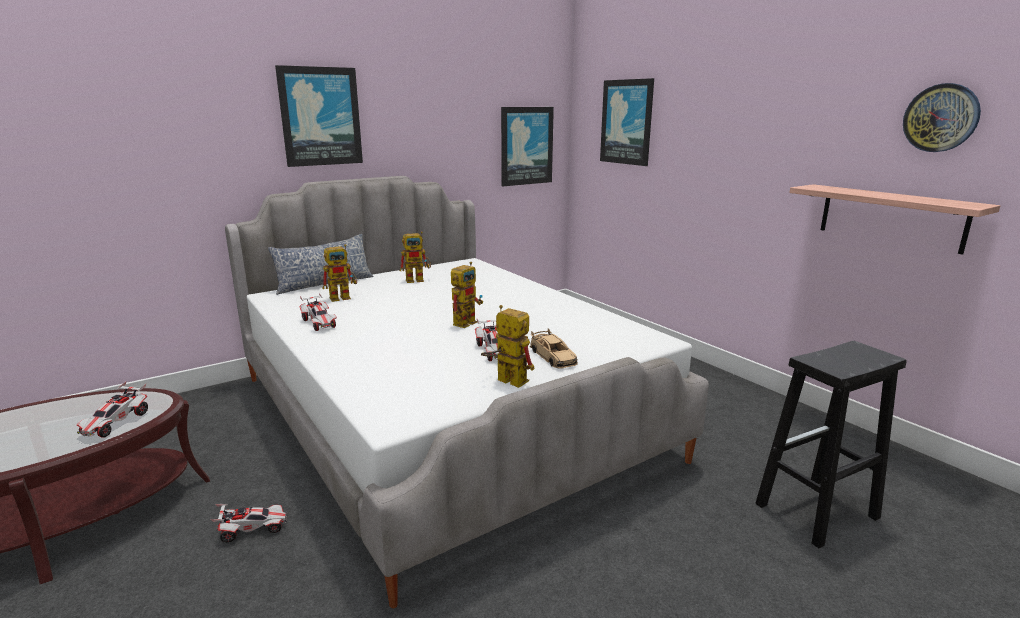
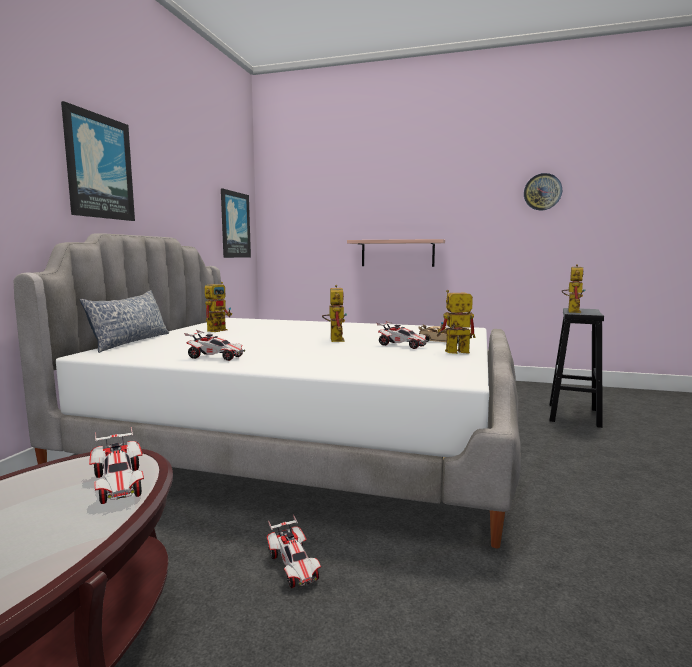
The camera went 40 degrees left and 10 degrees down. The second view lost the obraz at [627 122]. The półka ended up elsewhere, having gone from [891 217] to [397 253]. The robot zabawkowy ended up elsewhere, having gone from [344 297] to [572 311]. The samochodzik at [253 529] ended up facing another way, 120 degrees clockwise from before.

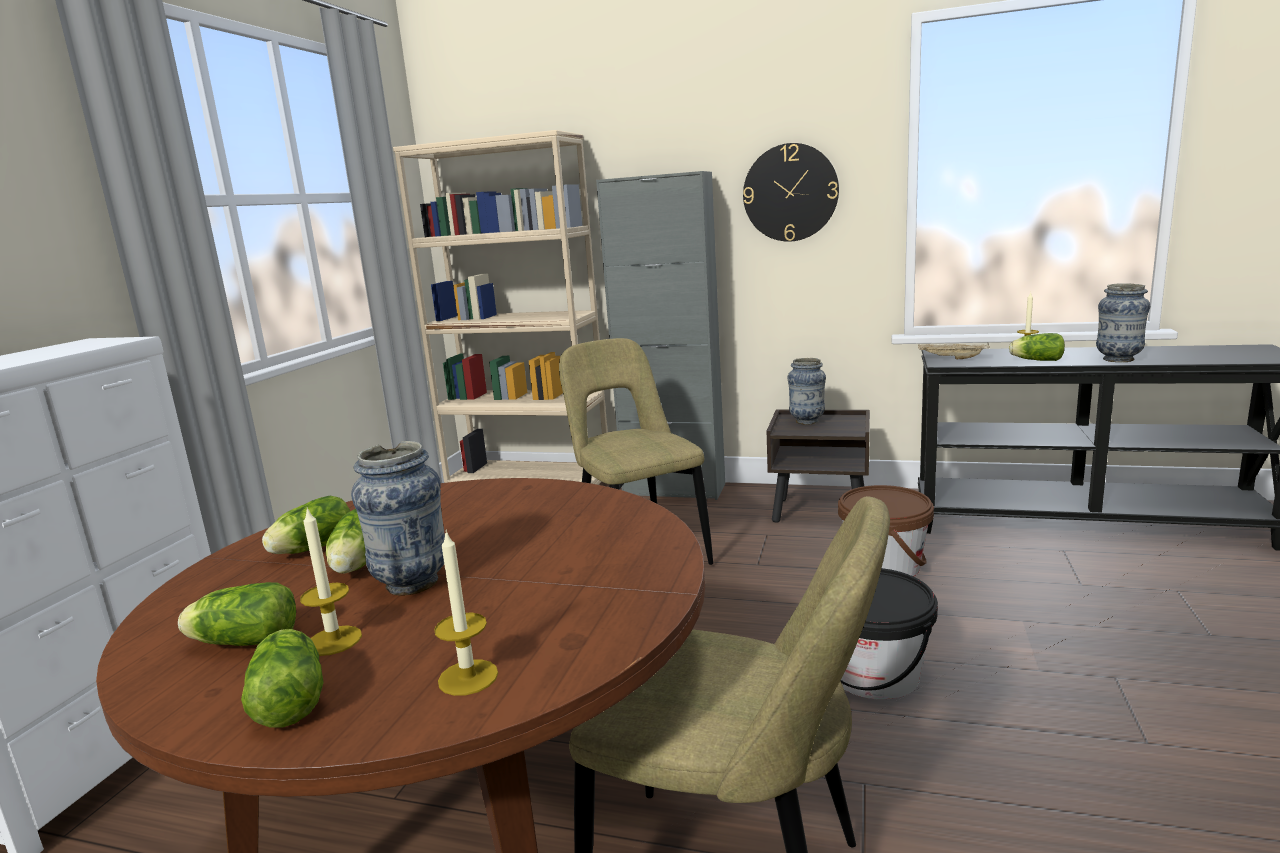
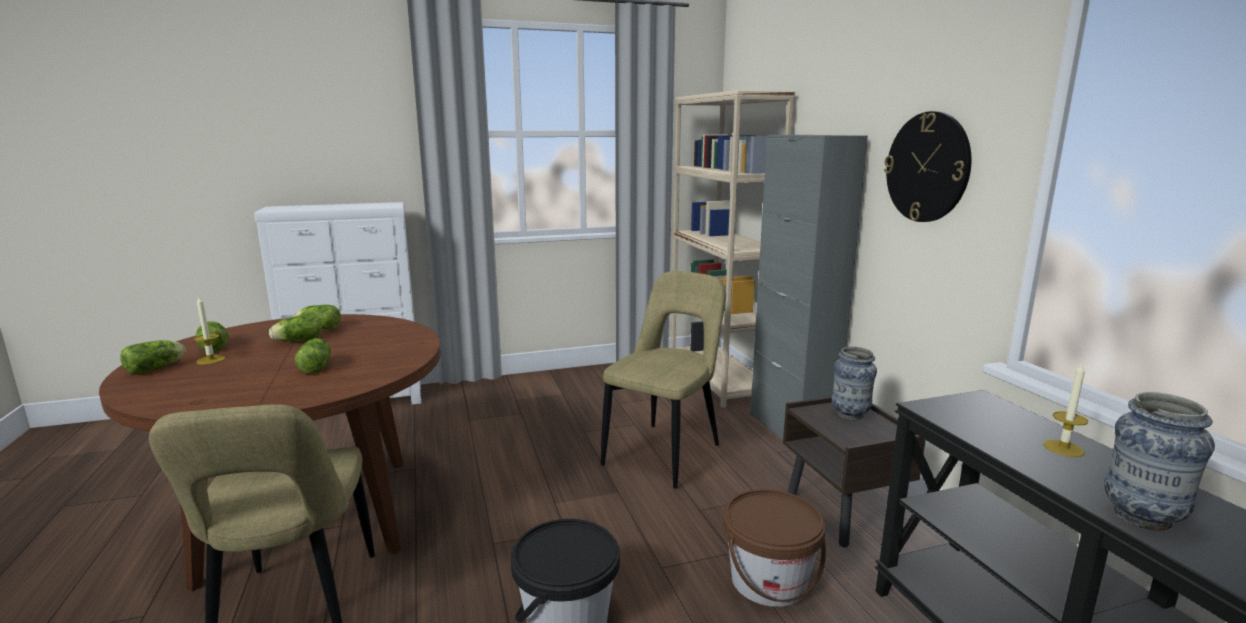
The camera went 55 degrees right and 0 degrees up. The sałata ended up elsewhere, having gone from [1035 360] to [317 366]. The second view lost the taca (beżowy) at [951 358]. The second view lost the wazon at [412 583]. The second view lost the świeca at [468 677].

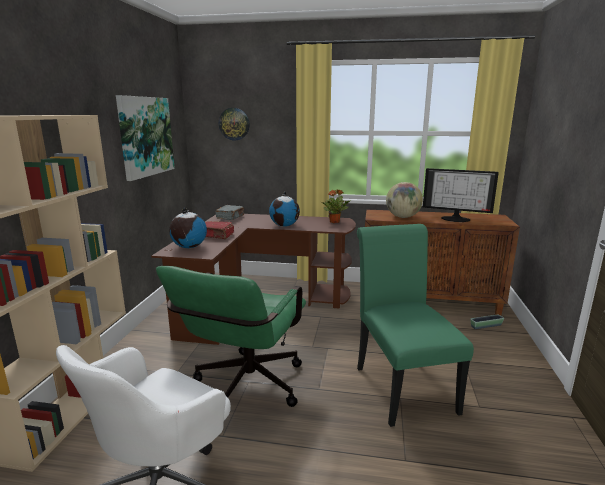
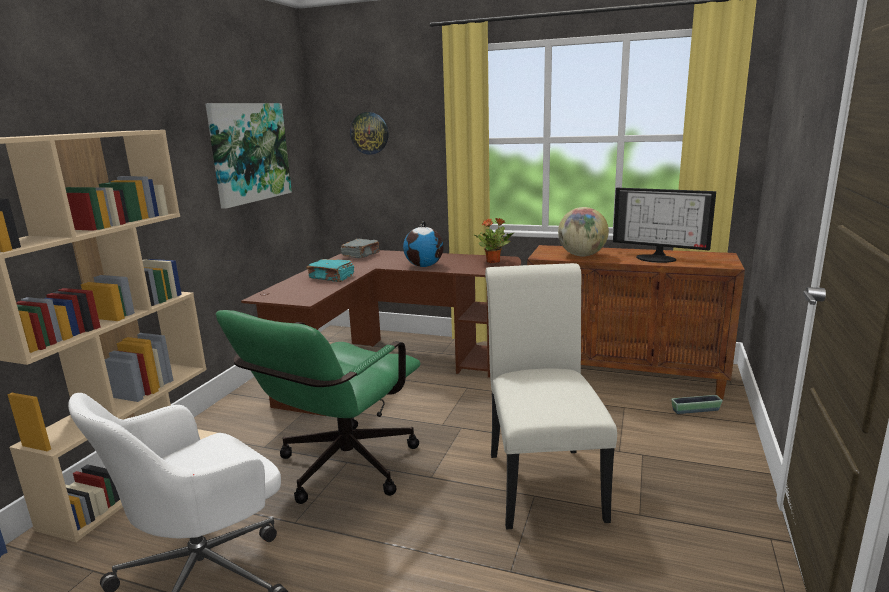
The camera went 10 degrees right and 0 degrees up. The second view lost the globus at [189 247]. What was the książka (czerwony) at [217 235] turned into the książka (turkusowy) at [332 277]. What was the krzesło (zielony) at [401 385] turned into the krzesło (biały) at [542 479].

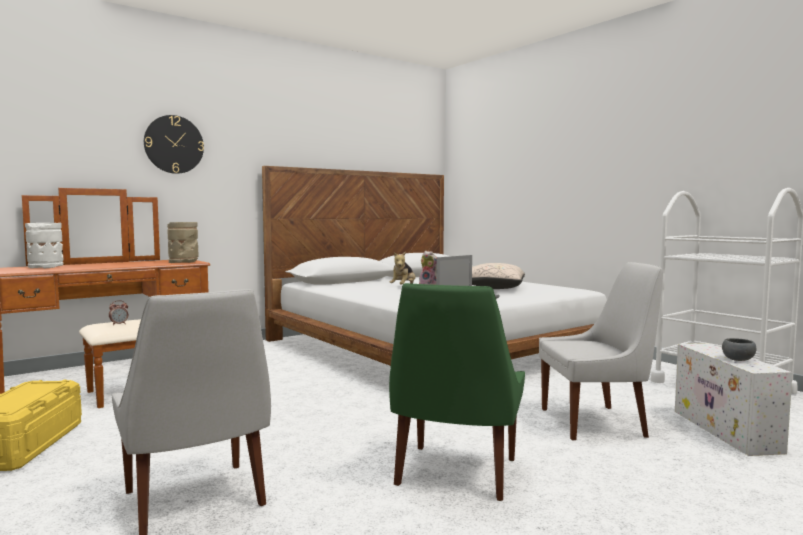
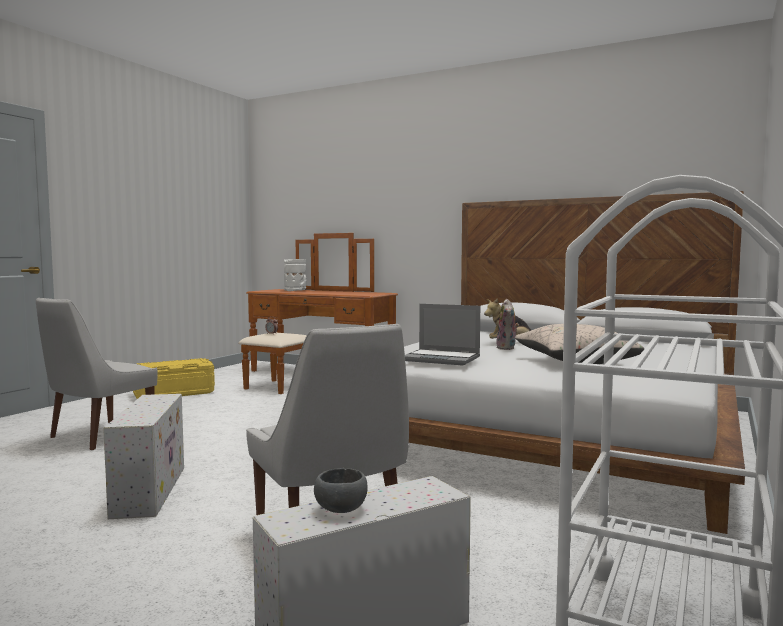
The camera went 65 degrees right and 0 degrees up. The second view lost the zegar ścienny at [174 144]. The second view lost the wazon (beżowy) at [184 262]. Where the krzesło (zielony) stood at [455 474], the pojemnik do przechowywania (biały) came to stand at [150 490].

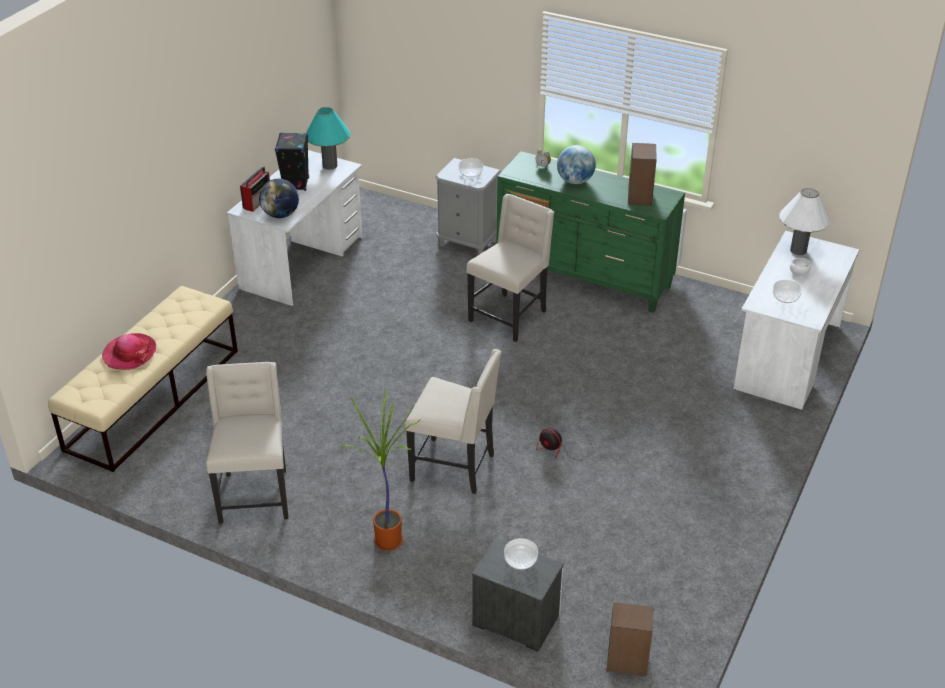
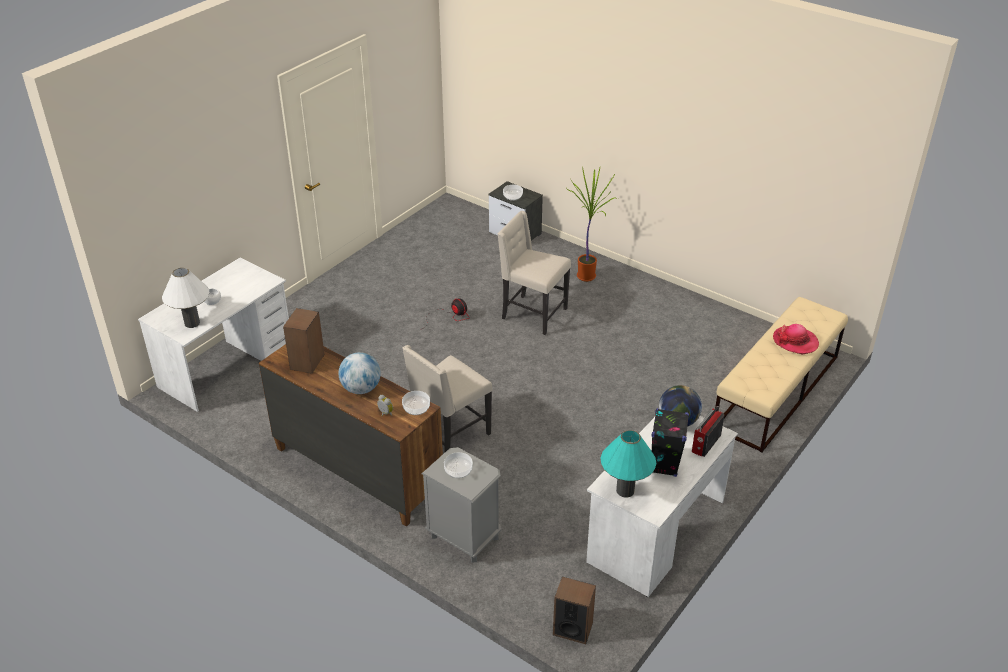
The camera went 170 degrees left and 0 degrees up. What was the komoda (zielony) at [584 278] turned into the komoda (brązowy) at [357 470]. The miska ended up elsewhere, having gone from [785 297] to [416 409]. The second view lost the krzesło (beżowy) at [255 495]. The głośnik ended up elsewhere, having gone from [627 661] to [572 628].

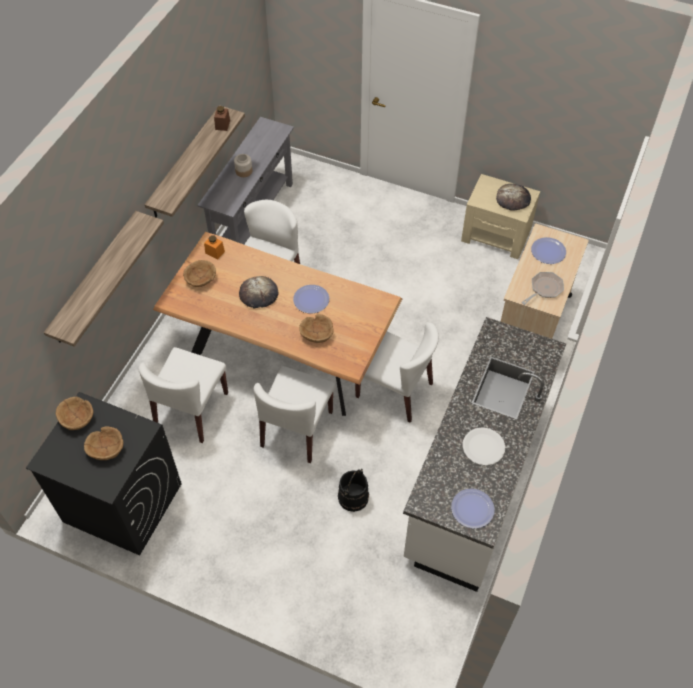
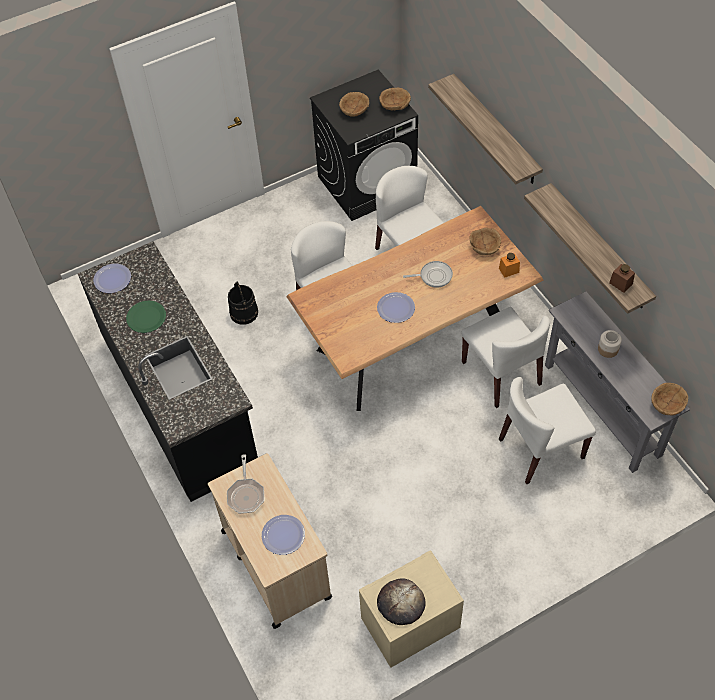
The camera went 130 degrees right and 0 degrees up. Where the chleb stood at [258 294], the patelnia came to stand at [433 276]. The miska (brązowy) ended up elsewhere, having gone from [317 334] to [667 404]. What was the zabudowa kuchenna (biały) at [475 478] turned into the zabudowa kuchenna (czarny) at [181 400]. The krzesło (biały) ended up elsewhere, having gone from [395 390] to [540 449]. What was the talerz (biały) at [483 447] turned into the talerz (zielony) at [146 317].

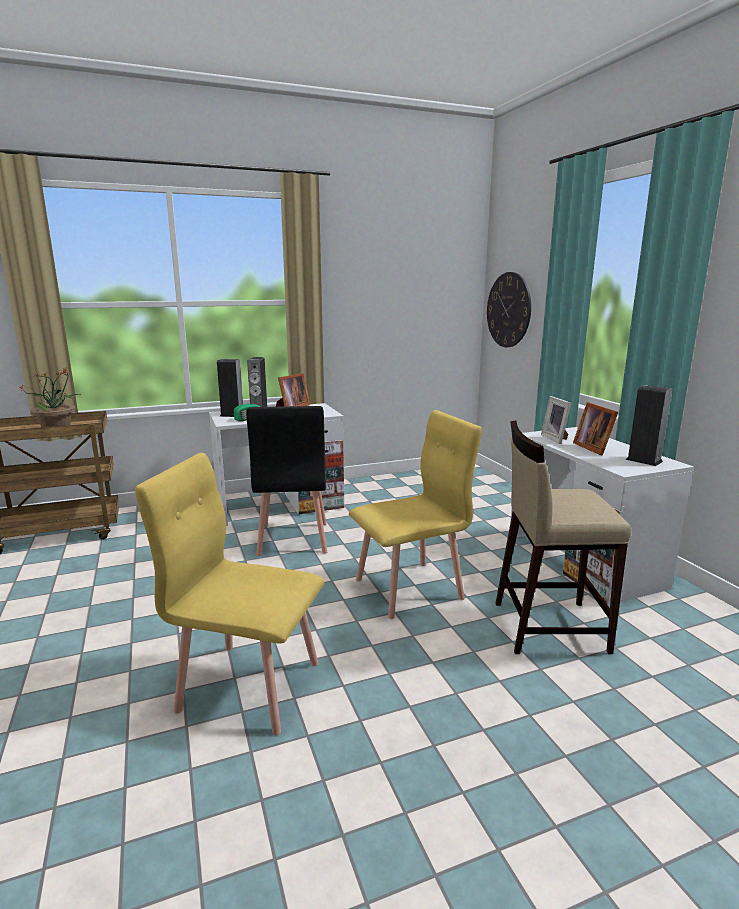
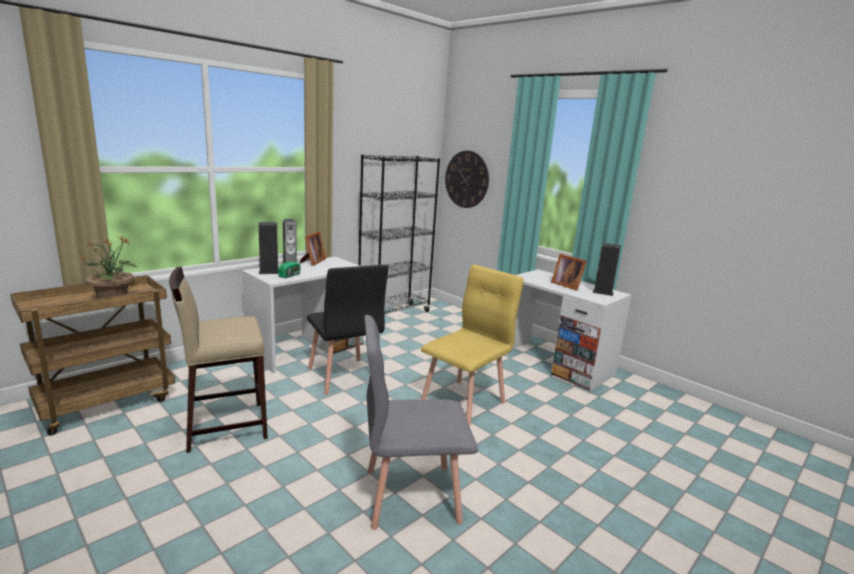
The camera went 25 degrees left and 0 degrees up. The second view lost the ramka na zdjęcie at [556 439]. The stołek (beżowy) ended up elsewhere, having gone from [548 626] to [225 426]. What was the krzesło (żółty) at [249 684] turned into the krzesło (szary) at [410 495]. The second view gained the regał (czarny) at [394 314].

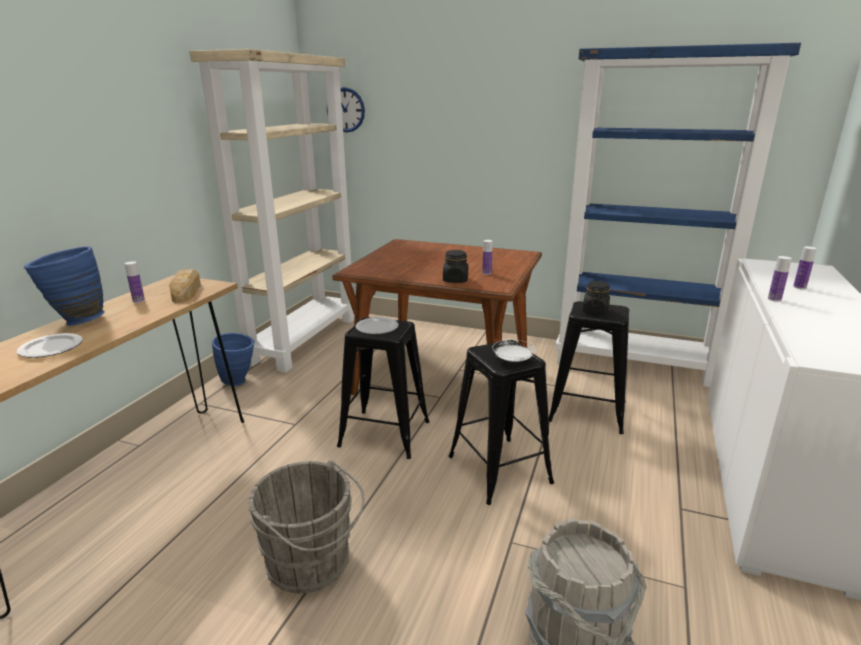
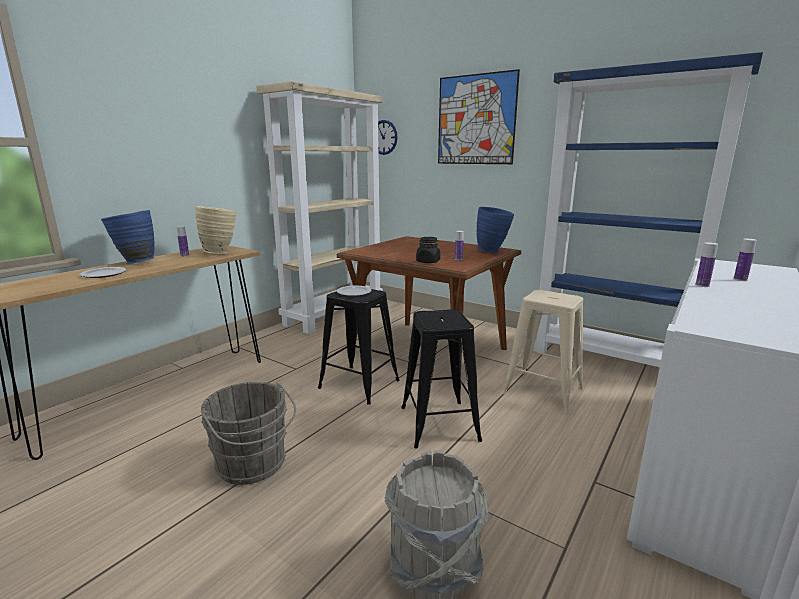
The camera went 15 degrees right and 5 degrees down. Where the chleb stood at [187 291], the wazon (beżowy) came to stand at [221 253]. The second view lost the słoik (czarny) at [595 311]. What was the stołek (czarny) at [587 411] turned into the stołek (beżowy) at [543 391]. The wazon (niebieski) ended up elsewhere, having gone from [239 382] to [493 252]. The second view lost the talerz (biały) at [513 361]. The second view gained the obraz at [476 120].

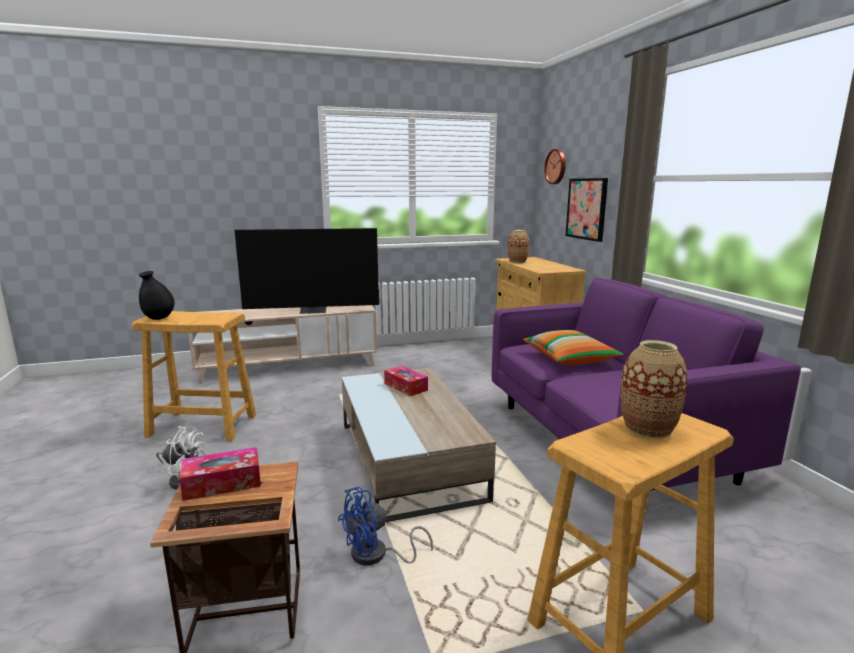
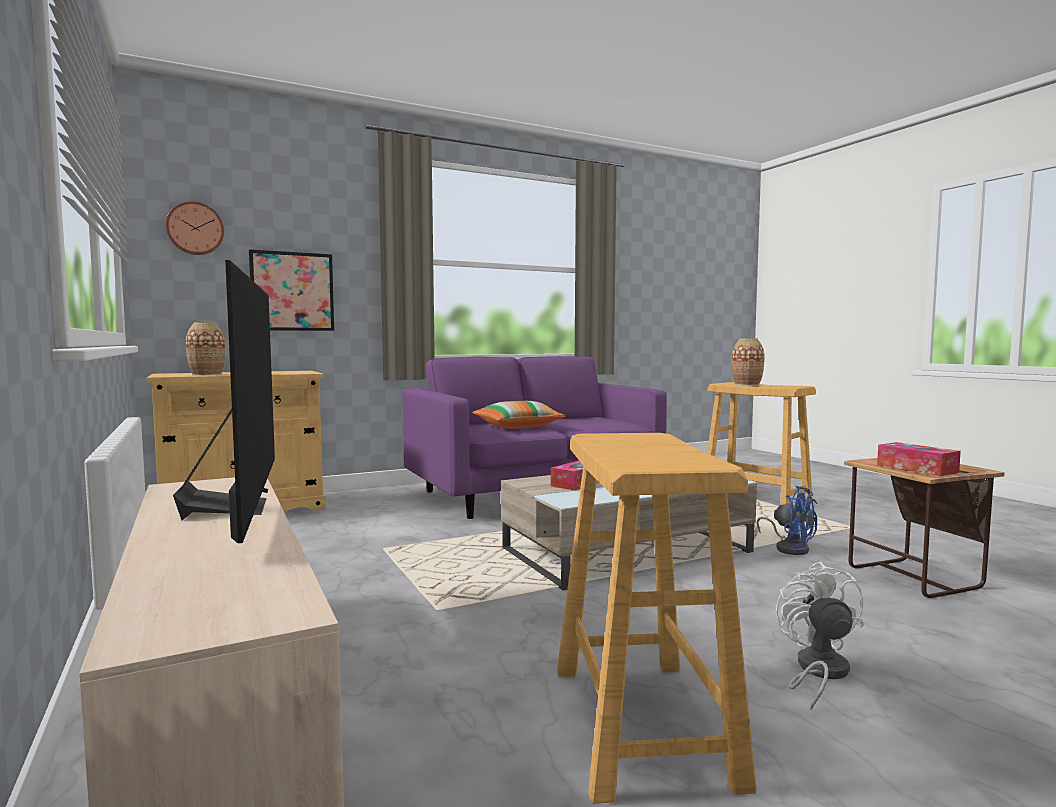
The camera went 100 degrees left and 10 degrees down. The second view lost the wazon (czarny) at [159 318].

